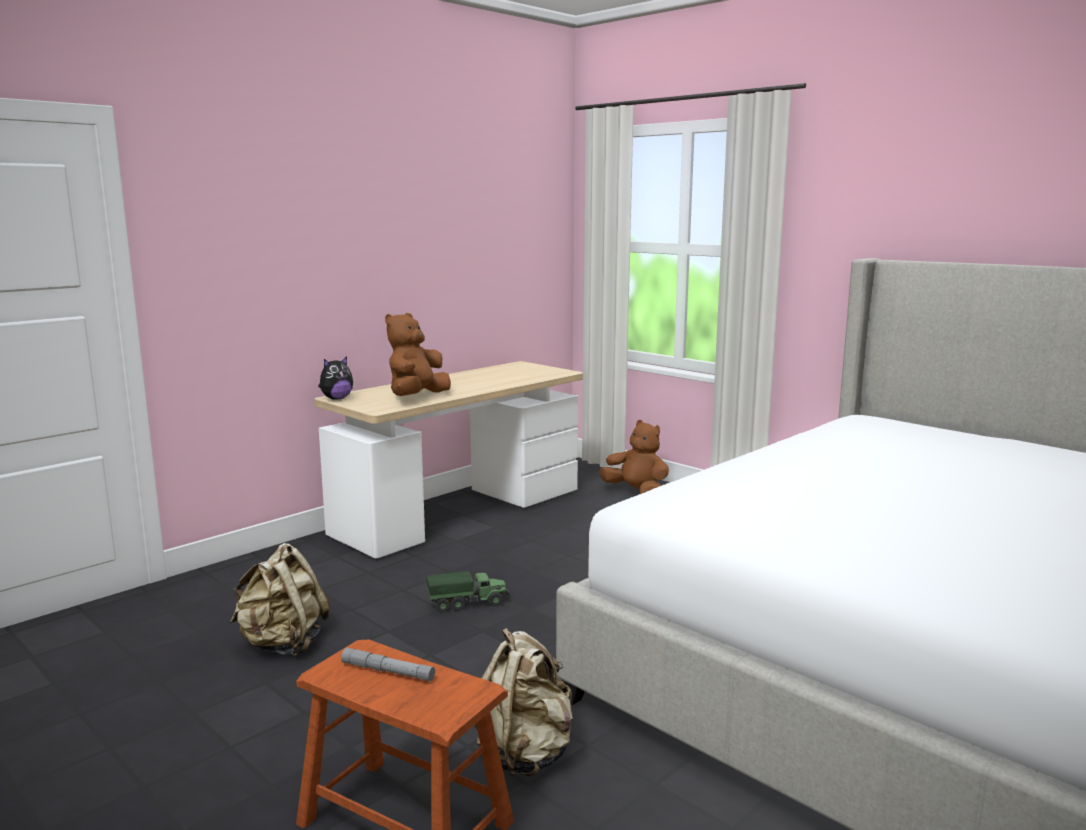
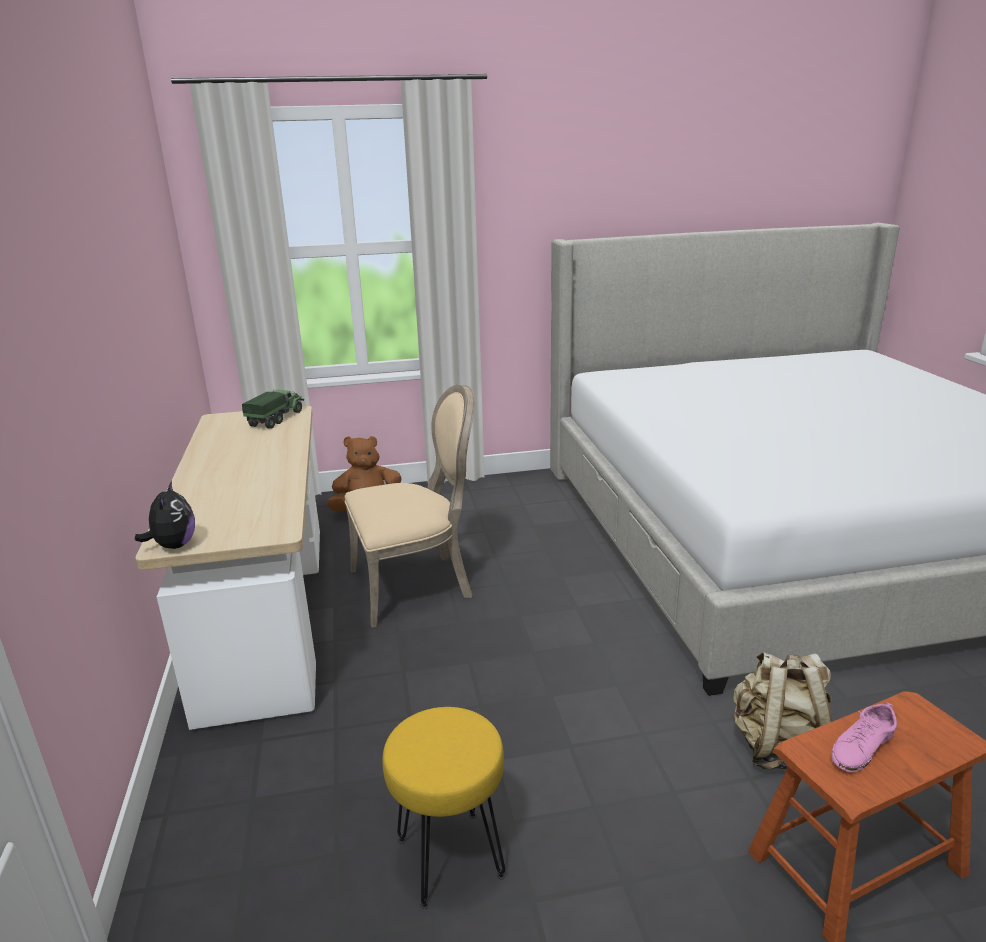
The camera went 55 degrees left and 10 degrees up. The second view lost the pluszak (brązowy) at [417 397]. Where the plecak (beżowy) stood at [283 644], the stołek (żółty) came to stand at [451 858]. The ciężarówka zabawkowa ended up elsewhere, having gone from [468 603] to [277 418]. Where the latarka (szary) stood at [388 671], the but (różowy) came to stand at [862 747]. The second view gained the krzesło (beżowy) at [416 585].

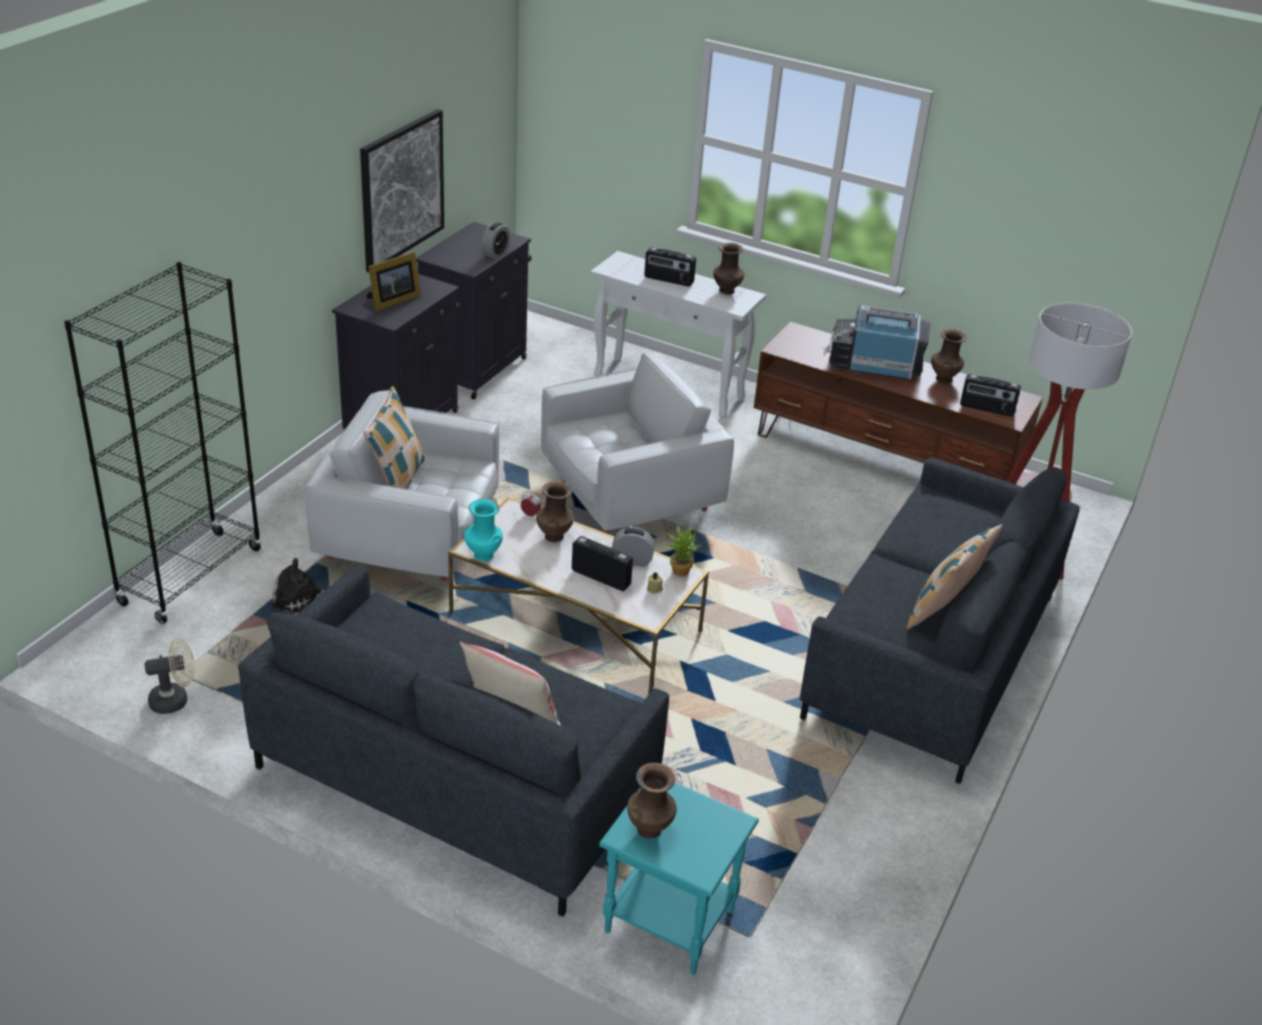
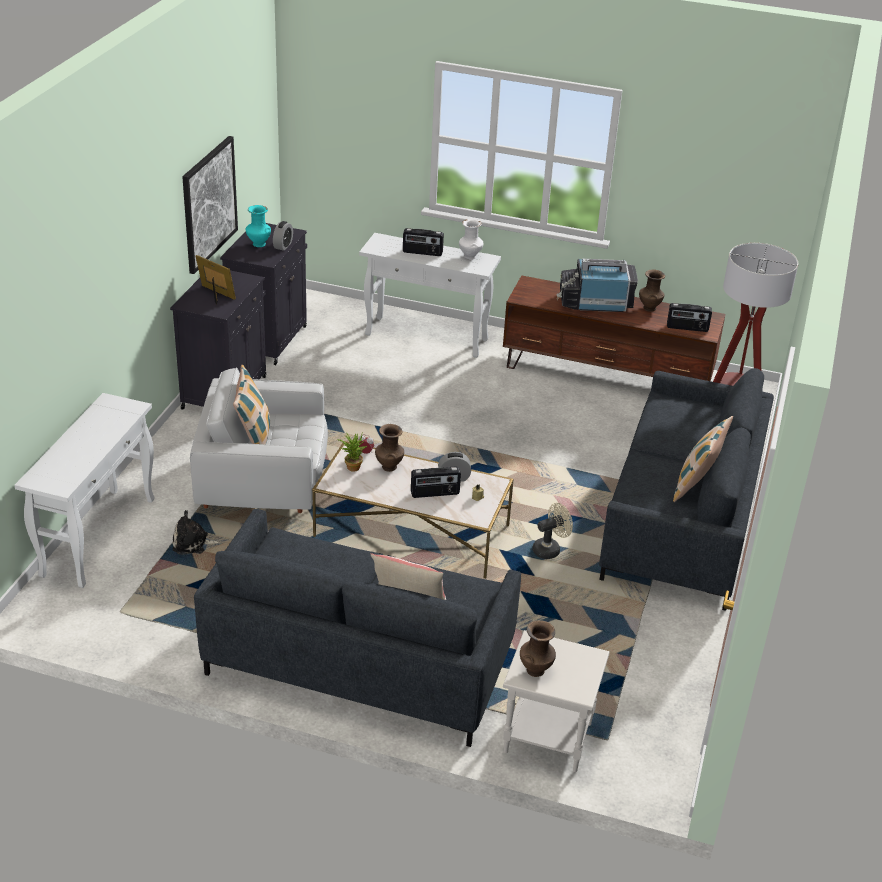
The camera went 10 degrees left and 0 degrees up. What was the wazon (brązowy) at [727 291] turned into the wazon (biały) at [470 257]. The ramka na zdjęcie at [392 301] ended up facing another way, 90 degrees counterclockwise from before. Where the regał (czarny) stood at [191 576], the stolik konsolowy (biały) came to stand at [99 536]. The second view lost the fotel (biały) at [628 498]. The wazon (turkusowy) ended up elsewhere, having gone from [482 555] to [258 244]. The roślina doniczkowa ended up elsewhere, having gone from [679 569] to [352 466]. The radio at [601 577] ended up facing another way, 150 degrees clockwise from before. The wentylator (beżowy) ended up elsewhere, having gone from [175 700] to [550 549]. What was the stolik (turkusowy) at [667 922] turned into the stolik (biały) at [546 739].

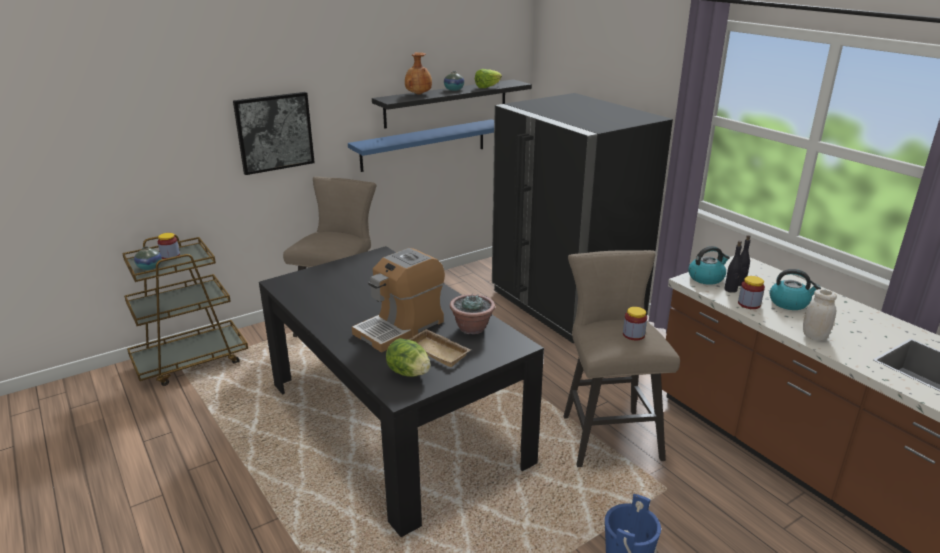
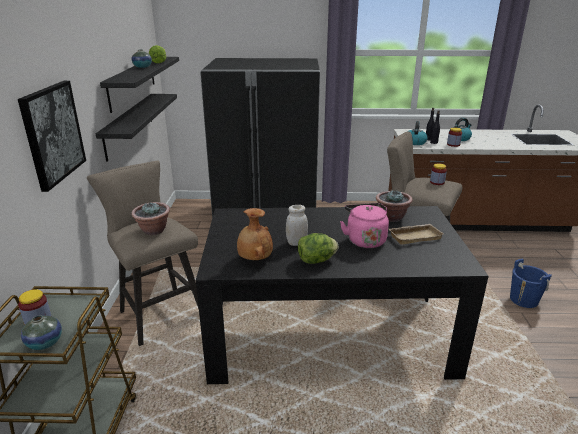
The camera went 55 degrees left and 0 degrees up. The wazon (brązowy) ended up elsewhere, having gone from [418 94] to [254 258]. What was the półka (niebieski) at [424 145] turned into the półka (czarny) at [129 124]. Where the ekspres do kawy stood at [400 327], the czajnik (różowy) came to stand at [364 240]. The słoik (biały) ended up elsewhere, having gone from [814 336] to [296 243]. The sałata ended up elsewhere, having gone from [408 373] to [316 260]. The second view gained the roślina doniczkowa at [153 230].

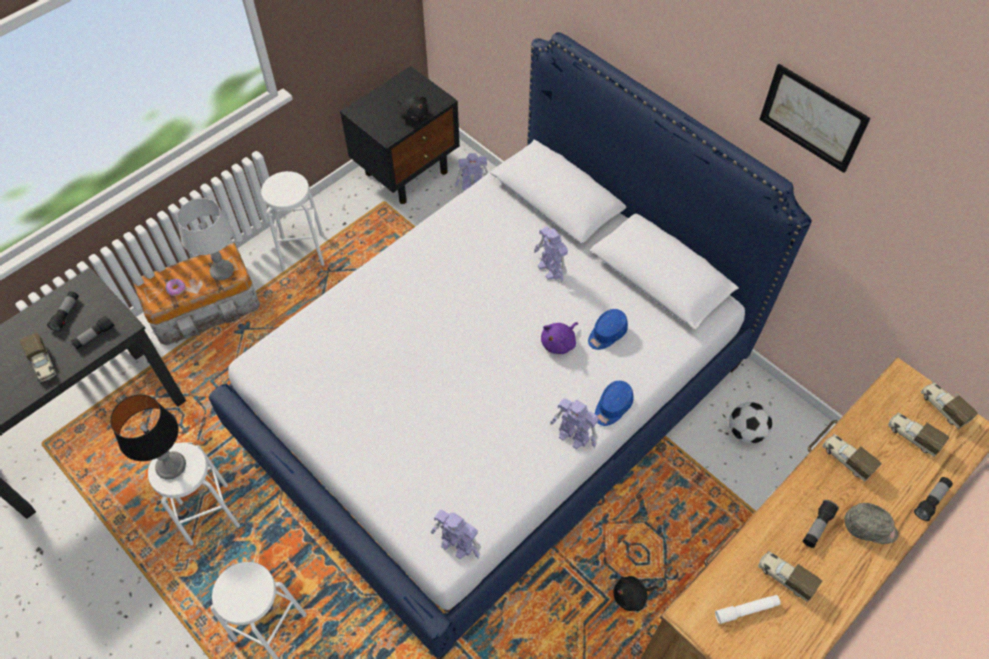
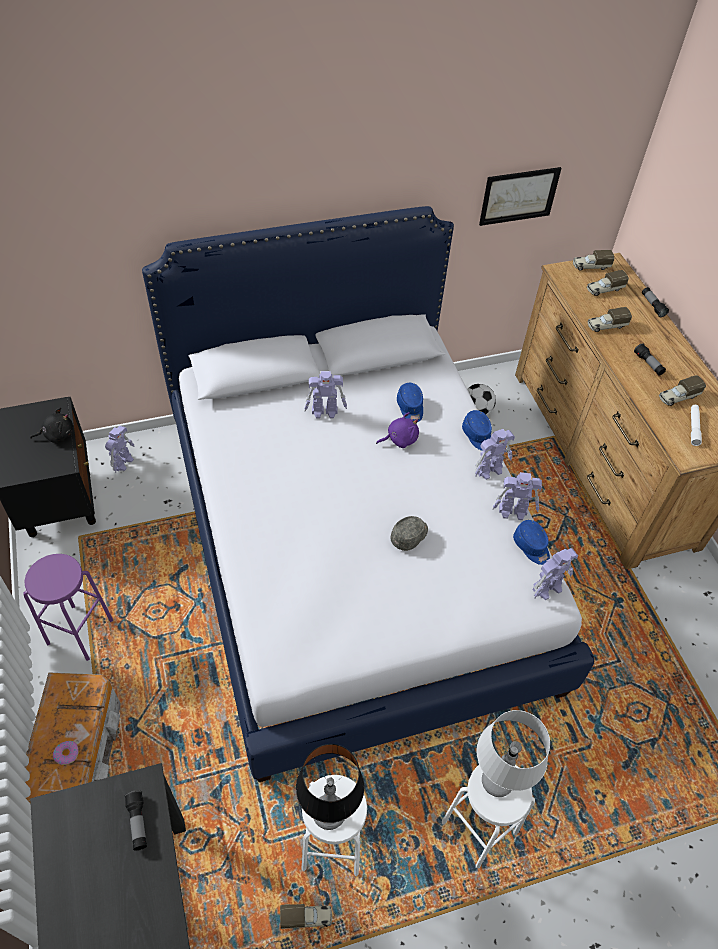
The camera went 65 degrees left and 5 degrees down. The obraz ended up elsewhere, having gone from [812 118] to [519 196]. What was the stołek (biały) at [302 251] turned into the stołek (fioletowy) at [80 632]. The lampa stołowa (szary) ended up elsewhere, having gone from [222 271] to [496 781]. The second view lost the latarka at [66 314]. The pluszak (fioletowy) at [559 343] ended up facing another way, 90 degrees counterclockwise from before. The ciężarówka zabawkowa ended up elsewhere, having gone from [43 363] to [306 918]. The czapka z daszkiem (szary) ended up elsewhere, having gone from [870 528] to [410 536]. The second view lost the pluszak (czarny) at [631 596]. The second view gained the robot zabawkowy at [513 511]. The second view gained the czapka z daszkiem (niebieski) at [531 547].

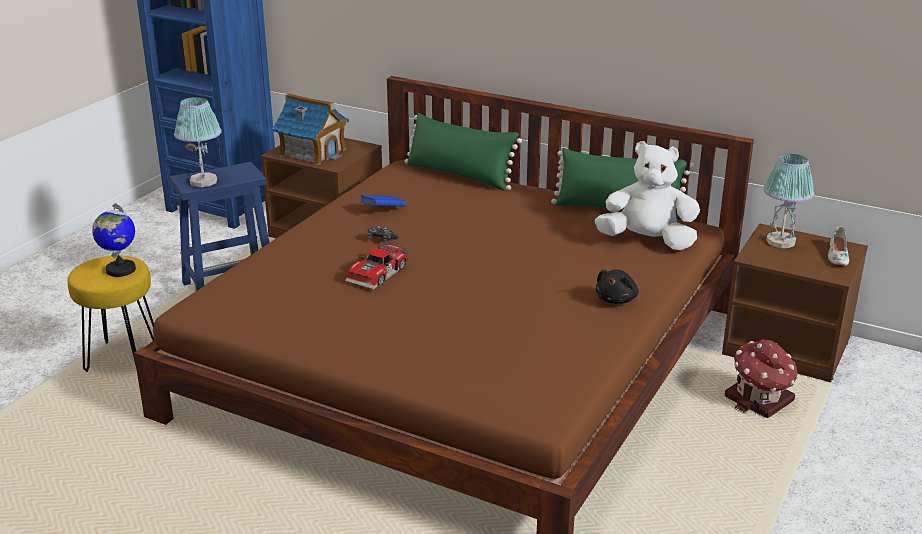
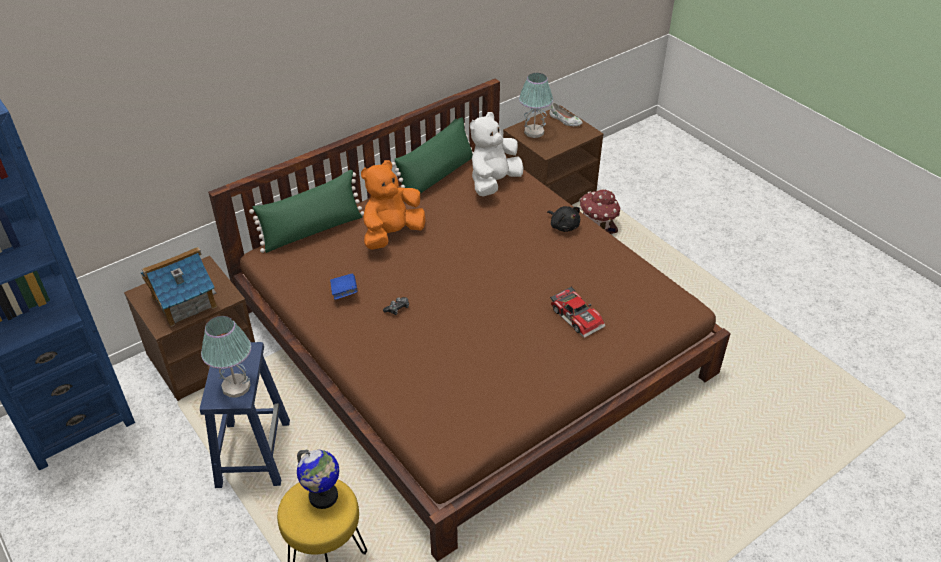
The camera went 65 degrees left and 15 degrees up. The samochodzik ended up elsewhere, having gone from [379 274] to [578 316]. The second view gained the pluszak (pomarańczowy) at [392 234].

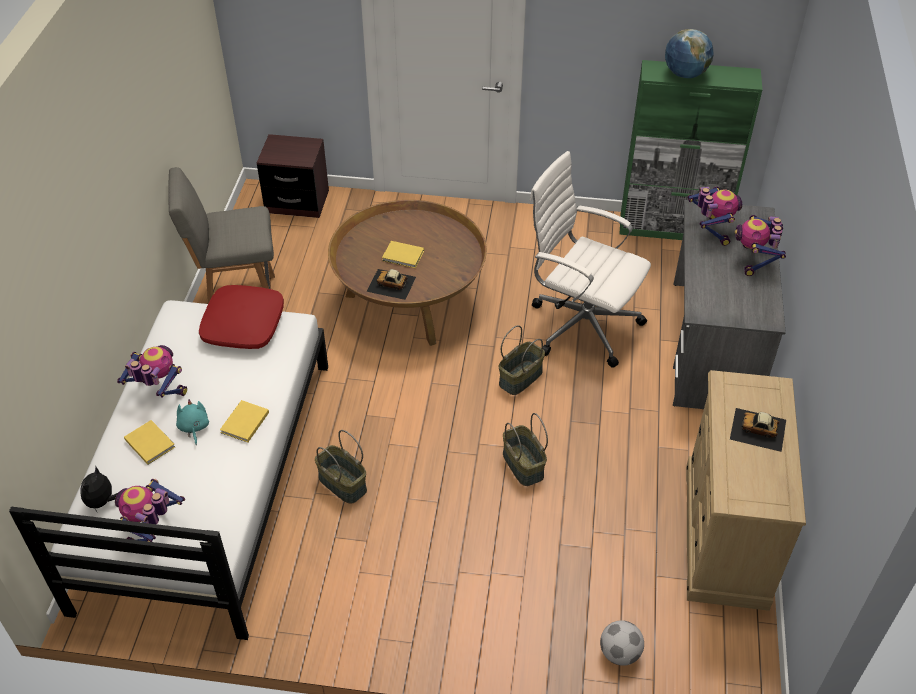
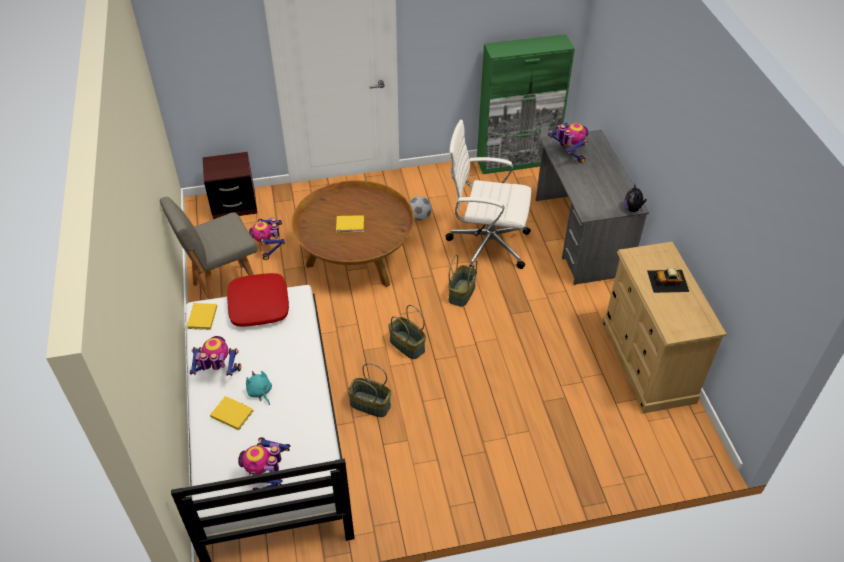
The camera went 20 degrees left and 0 degrees up. The second view lost the globus at [685 74]. The robot zabawkowy ended up elsewhere, having gone from [754 260] to [269 248]. The second view lost the samochodzik at [391 284]. The książka (żółty) ended up elsewhere, having gone from [243 423] to [201 318]. The koszyk ended up elsewhere, having gone from [522 465] to [406 345]. The pluszak ended up elsewhere, having gone from [102 502] to [633 209]. The piłka futbolowa ended up elsewhere, having gone from [619 653] to [419 217].

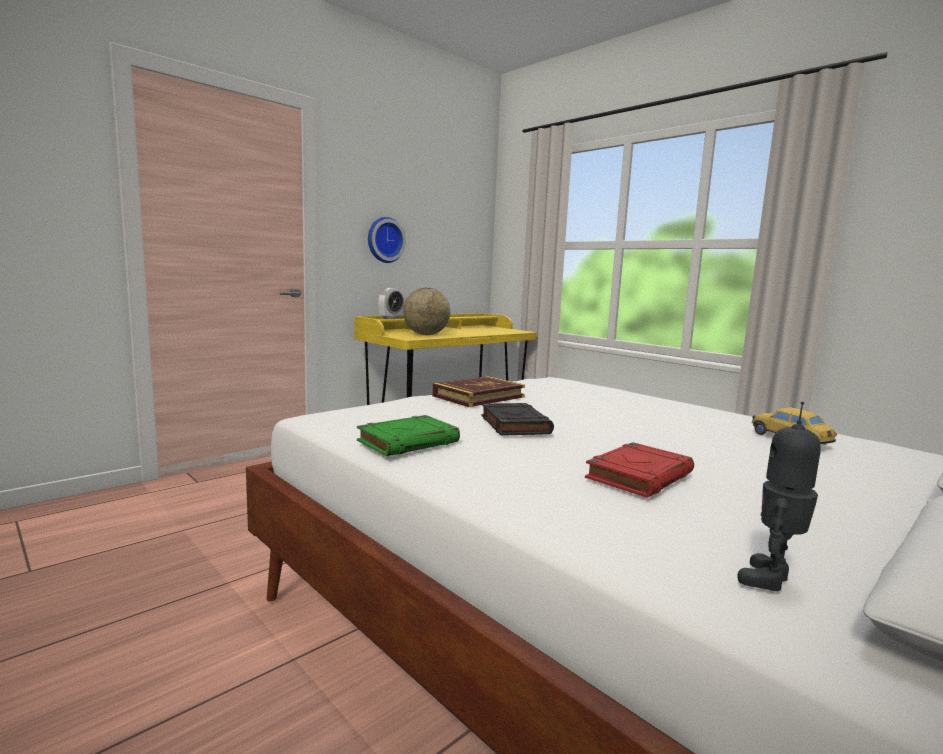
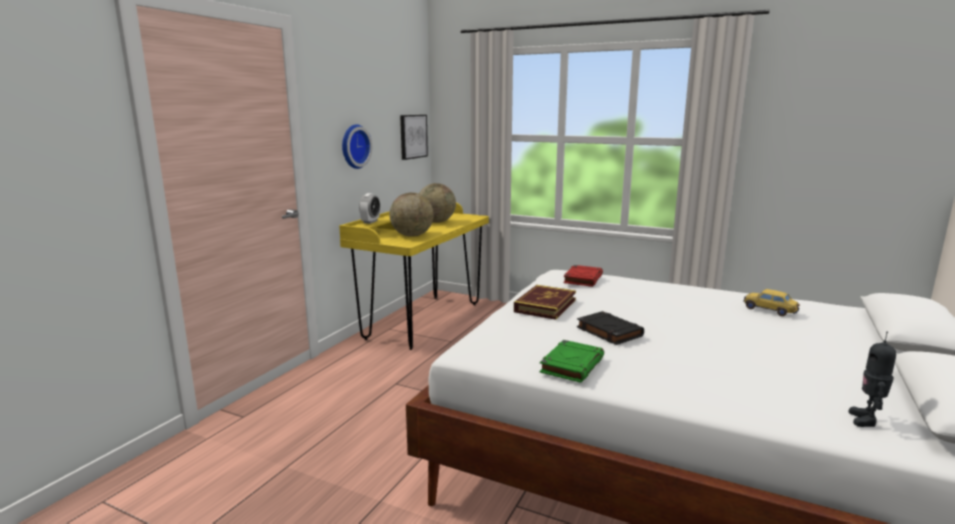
The camera went 20 degrees left and 5 degrees up. The książka (czerwony) ended up elsewhere, having gone from [639 476] to [583 279]. The second view gained the obraz at [412 136]. The second view gained the globus at [436 222].

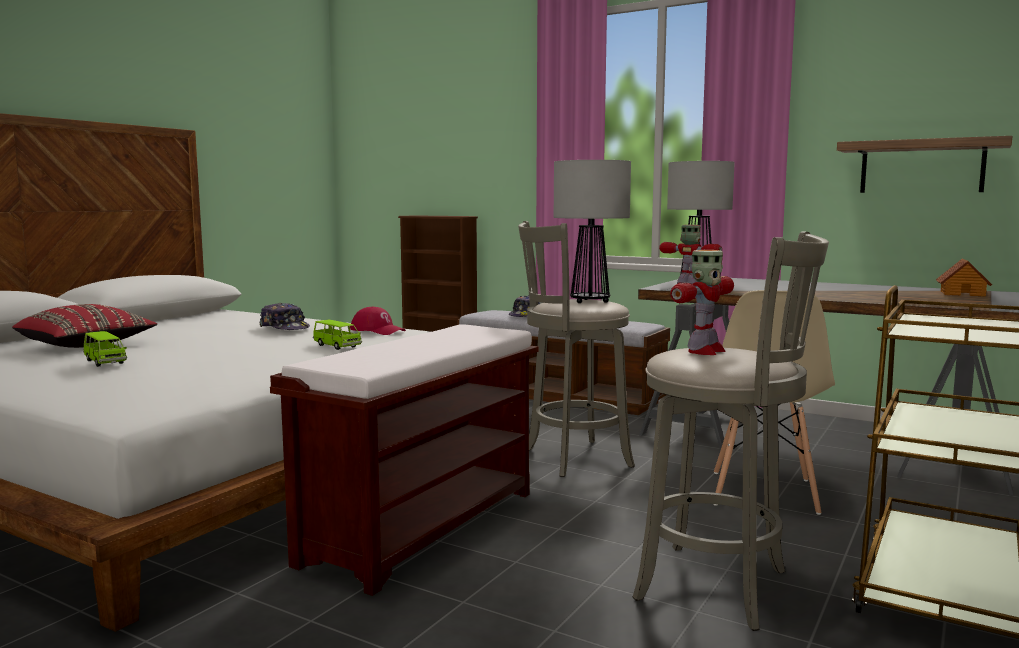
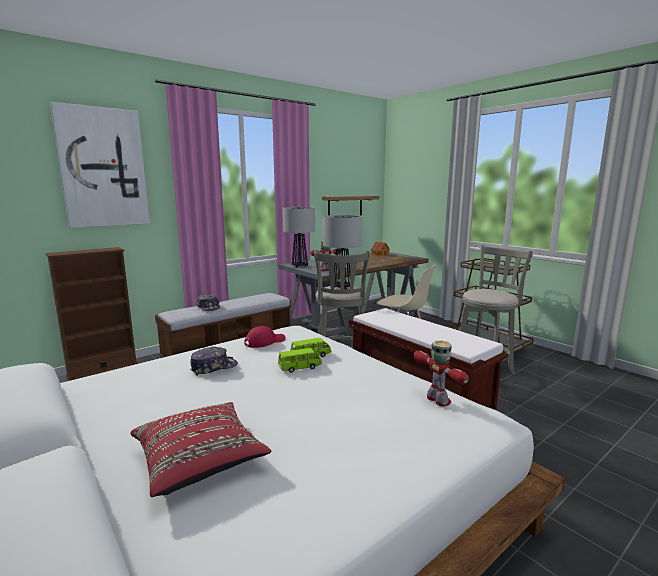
The camera went 70 degrees left and 5 degrees up. The robot zabawkowy ended up elsewhere, having gone from [704 351] to [438 400]. The samochodzik (zielony) ended up elsewhere, having gone from [105 362] to [300 367]. The second view gained the obraz at [103 168].

